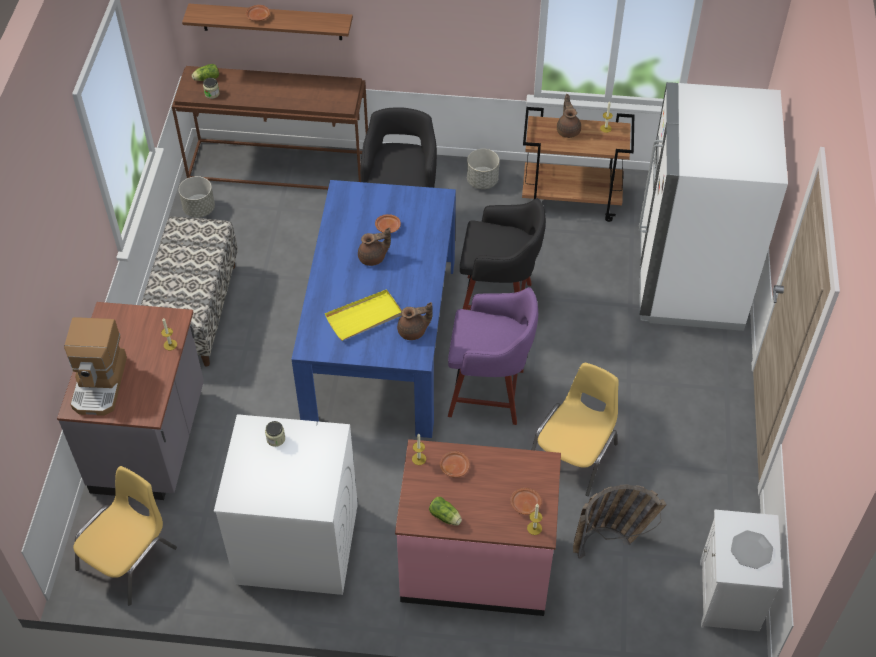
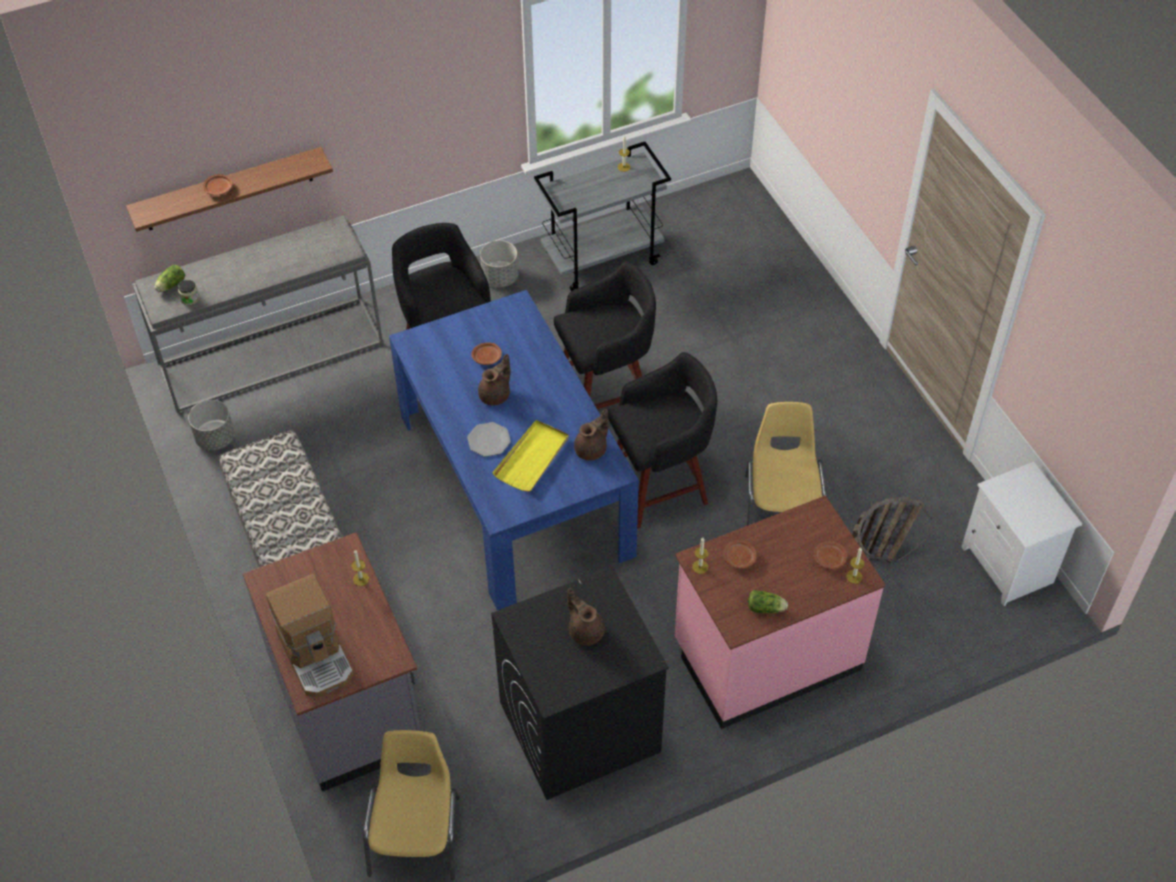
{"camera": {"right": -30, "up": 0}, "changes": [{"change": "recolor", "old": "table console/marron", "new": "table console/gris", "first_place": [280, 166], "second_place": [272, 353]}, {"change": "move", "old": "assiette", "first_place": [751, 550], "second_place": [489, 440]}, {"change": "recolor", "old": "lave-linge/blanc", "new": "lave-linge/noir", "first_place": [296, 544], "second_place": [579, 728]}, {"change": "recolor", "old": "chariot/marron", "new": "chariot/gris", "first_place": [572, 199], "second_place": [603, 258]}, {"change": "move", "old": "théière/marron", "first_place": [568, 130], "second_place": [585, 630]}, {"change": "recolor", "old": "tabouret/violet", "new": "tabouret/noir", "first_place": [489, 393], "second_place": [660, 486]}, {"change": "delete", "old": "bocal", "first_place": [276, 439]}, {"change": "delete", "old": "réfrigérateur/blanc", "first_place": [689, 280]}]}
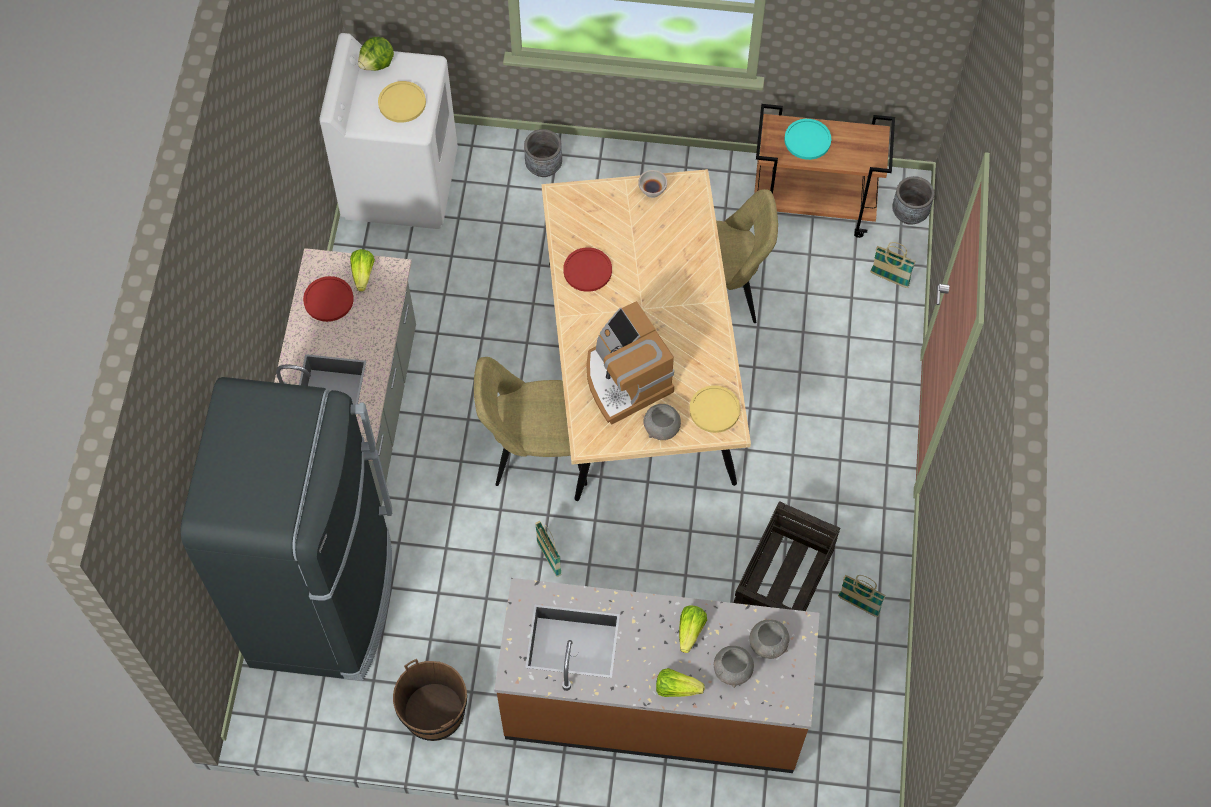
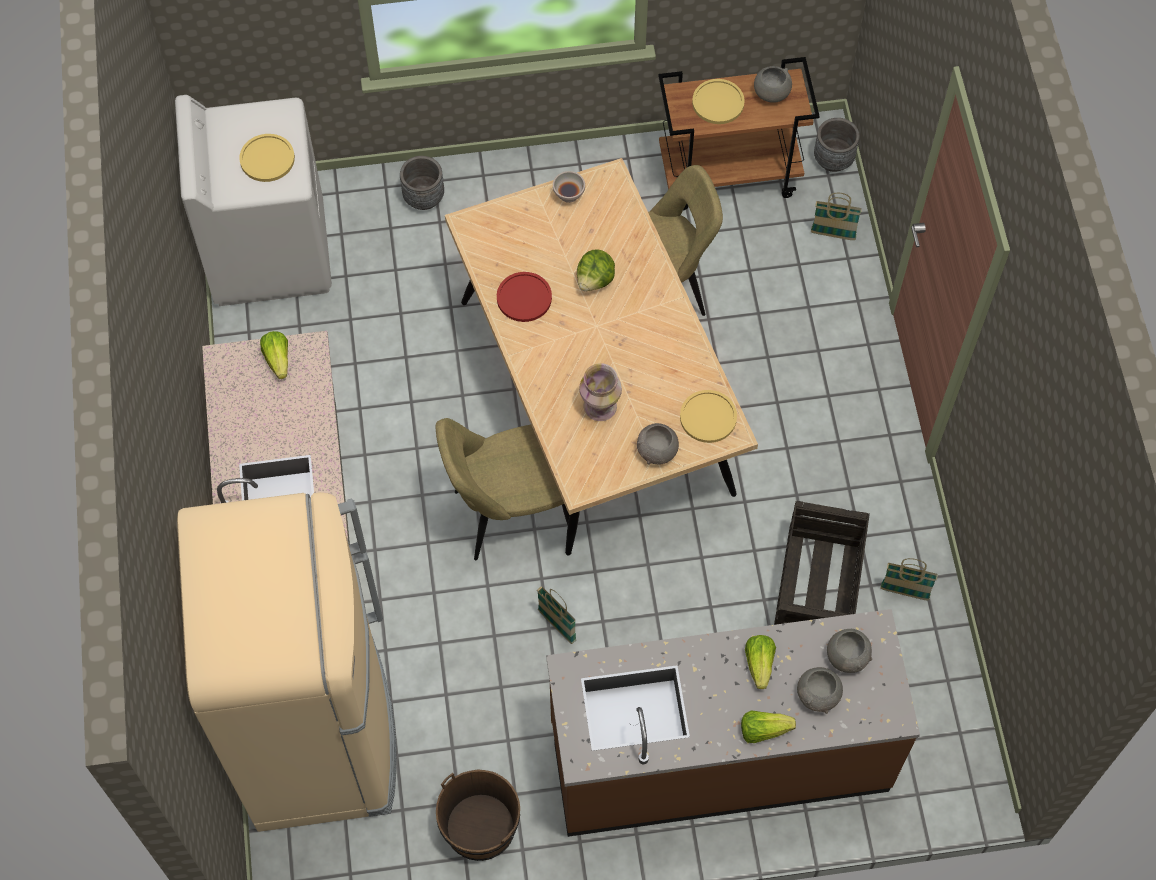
{"camera": {"right": -15, "up": 0}, "changes": [{"change": "recolor", "old": "réfrigérateur/noir", "new": "réfrigérateur/beige", "first_place": [324, 600], "second_place": [320, 735]}, {"change": "move", "old": "laitue", "first_place": [377, 64], "second_place": [595, 280]}, {"change": "replace", "old": "machine à café", "new": "vase", "first_place": [625, 379], "second_place": [601, 407]}, {"change": "recolor", "old": "assiette/turquoise", "new": "assiette/jaune", "first_place": [807, 140], "second_place": [718, 102]}, {"change": "insert", "new": "bol/gris", "second_place": [771, 93]}, {"change": "delete", "old": "assiette/rouge", "first_place": [328, 299]}]}
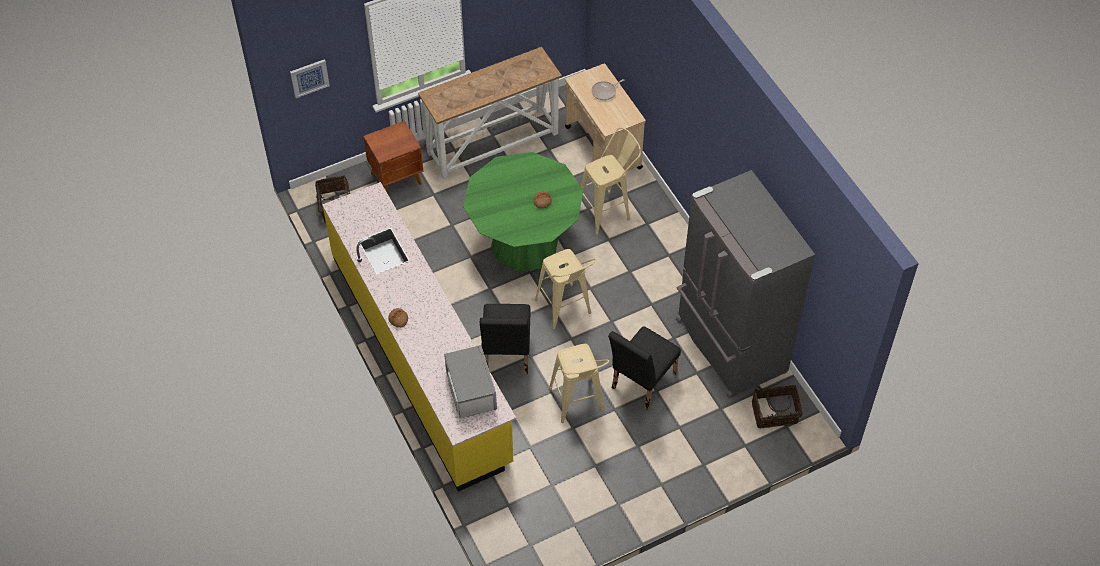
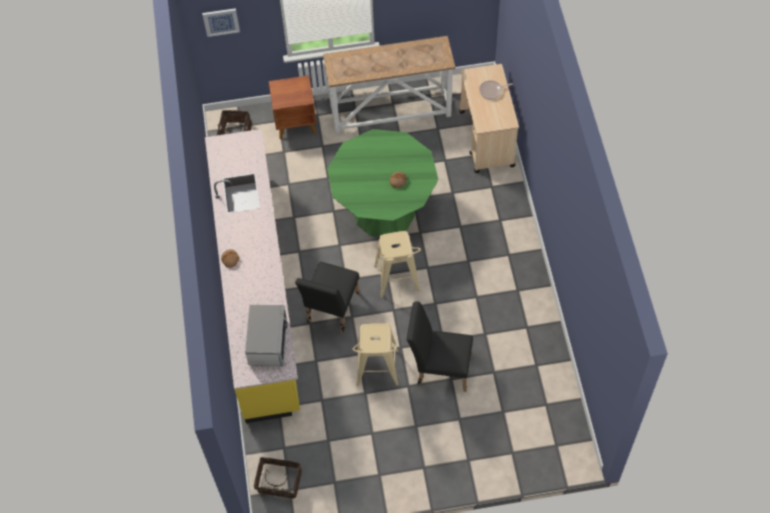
{"camera": {"right": 20, "up": 5}, "changes": [{"change": "move", "old": "panier", "first_place": [775, 414], "second_place": [279, 483]}, {"change": "rotate", "old": "chaise/noir", "first_place": [640, 384], "second_place": [439, 369], "degrees": 45}, {"change": "delete", "old": "tabouret/beige", "first_place": [608, 211]}, {"change": "delete", "old": "réfrigérateur/gris", "first_place": [728, 347]}]}
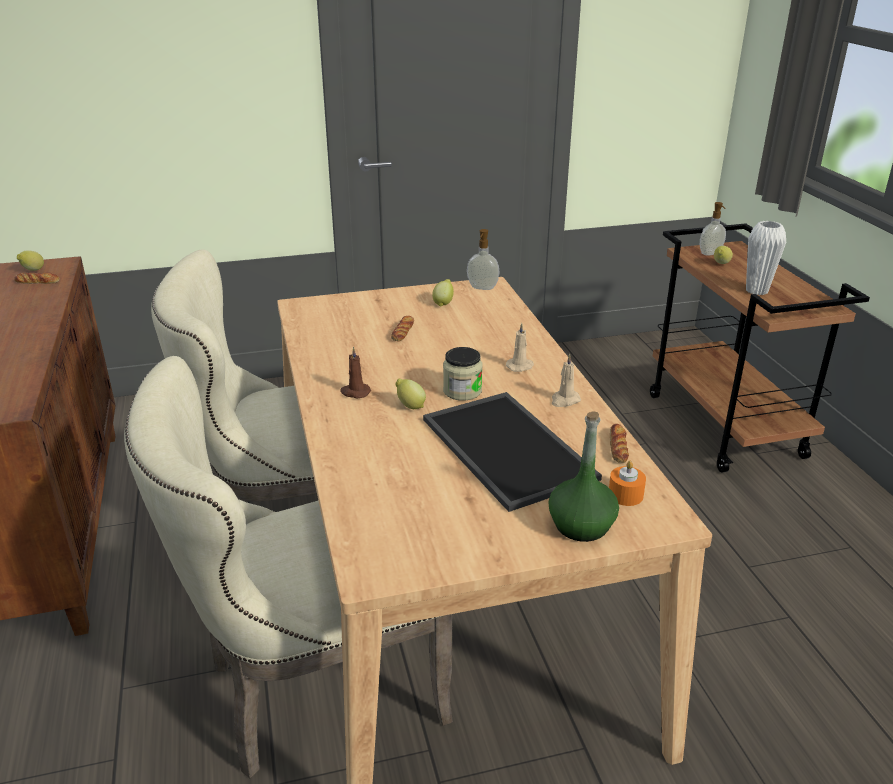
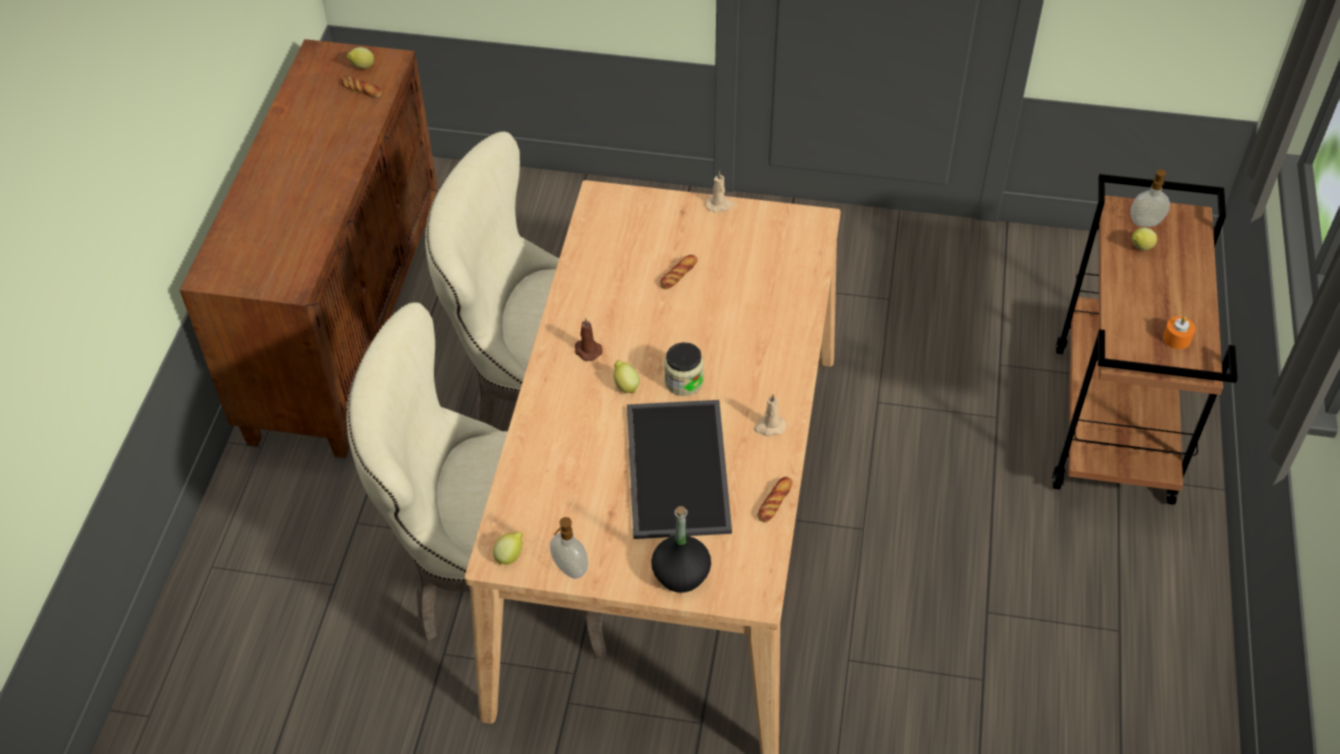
{"camera": {"right": 25, "up": 20}, "changes": [{"change": "move", "old": "citron", "first_place": [443, 303], "second_place": [510, 556]}, {"change": "move", "old": "distributeur de savon", "first_place": [482, 288], "second_place": [569, 569]}, {"change": "recolor", "old": "bouteille/vert", "new": "bouteille/noir", "first_place": [581, 525], "second_place": [680, 574]}, {"change": "move", "old": "bougie/beige", "first_place": [520, 366], "second_place": [719, 205]}, {"change": "move", "old": "bougie/orange", "first_place": [625, 495], "second_place": [1176, 338]}, {"change": "delete", "old": "vase/blanc", "first_place": [756, 291]}]}
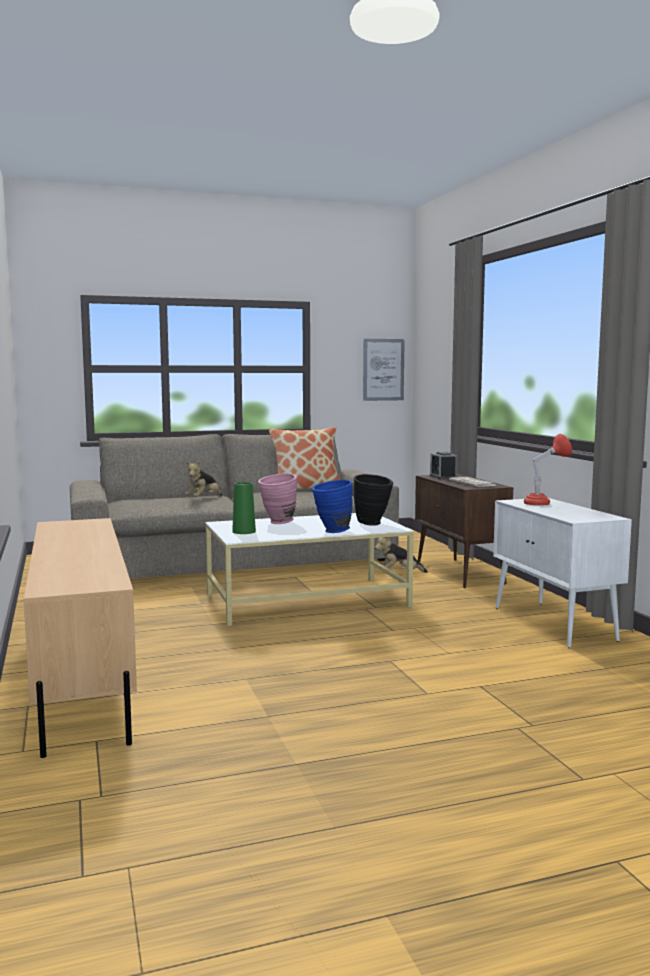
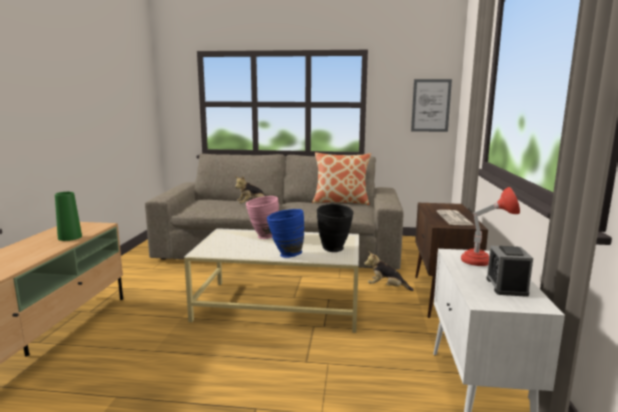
{"camera": {"right": 25, "up": 5}, "changes": [{"change": "move", "old": "vase/vert", "first_place": [244, 531], "second_place": [70, 237]}, {"change": "move", "old": "réveil", "first_place": [442, 477], "second_place": [506, 286]}]}
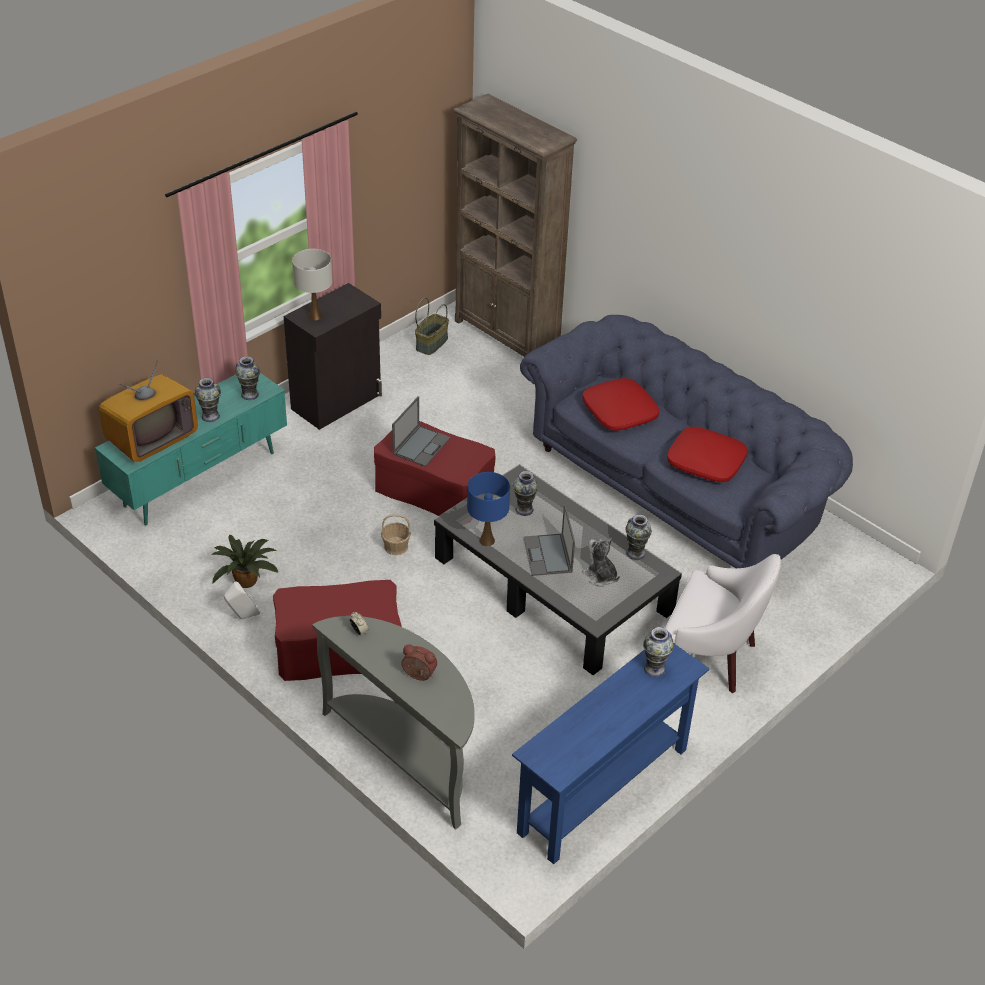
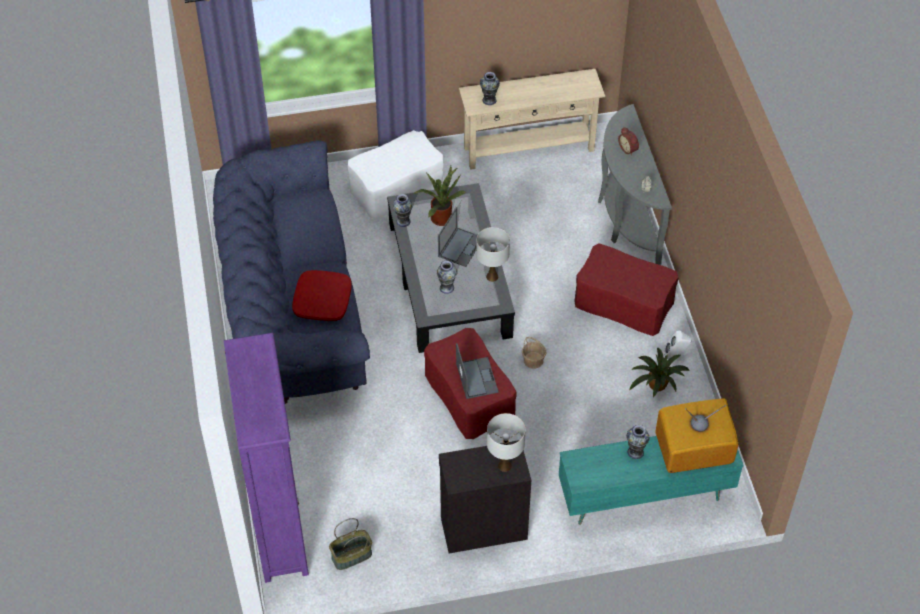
{"camera": {"right": -145, "up": 10}, "changes": [{"change": "recolor", "old": "bibliothèque/marron", "new": "bibliothèque/violet", "first_place": [507, 336], "second_place": [279, 529]}, {"change": "replace", "old": "fauteuil/blanc", "new": "pouf/blanc", "first_place": [710, 656], "second_place": [396, 187]}, {"change": "replace", "old": "peluche", "new": "plante en pot", "first_place": [600, 576], "second_place": [440, 217]}, {"change": "rotate", "old": "ordinateur portable", "first_place": [421, 445], "second_place": [476, 377], "degrees": 105}, {"change": "recolor", "old": "table console/bleu", "new": "table console/beige", "first_place": [604, 791], "second_place": [528, 148]}, {"change": "recolor", "old": "lampe de table/bleu", "new": "lampe de table/blanc", "first_place": [487, 540], "second_place": [492, 276]}, {"change": "delete", "old": "vase", "first_place": [250, 394]}, {"change": "delete", "old": "coussin/rouge", "first_place": [706, 462]}]}
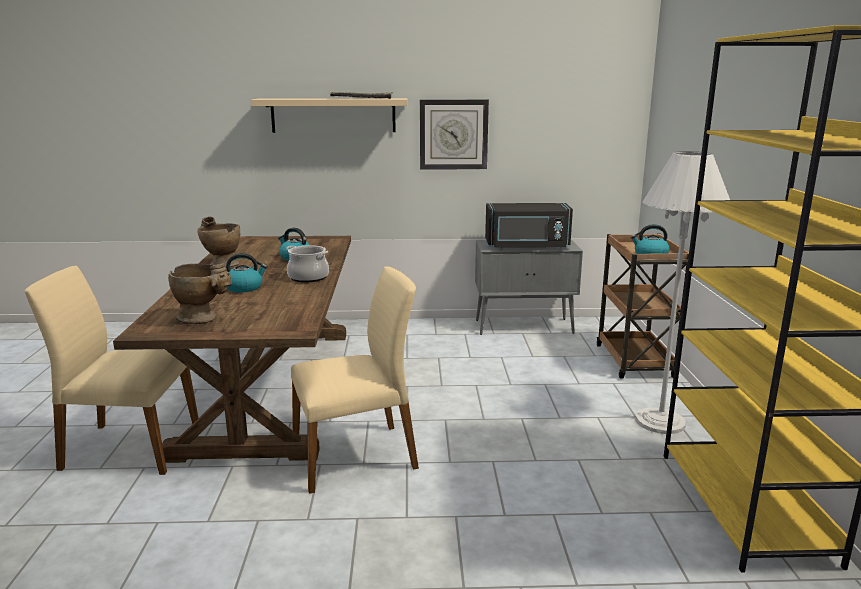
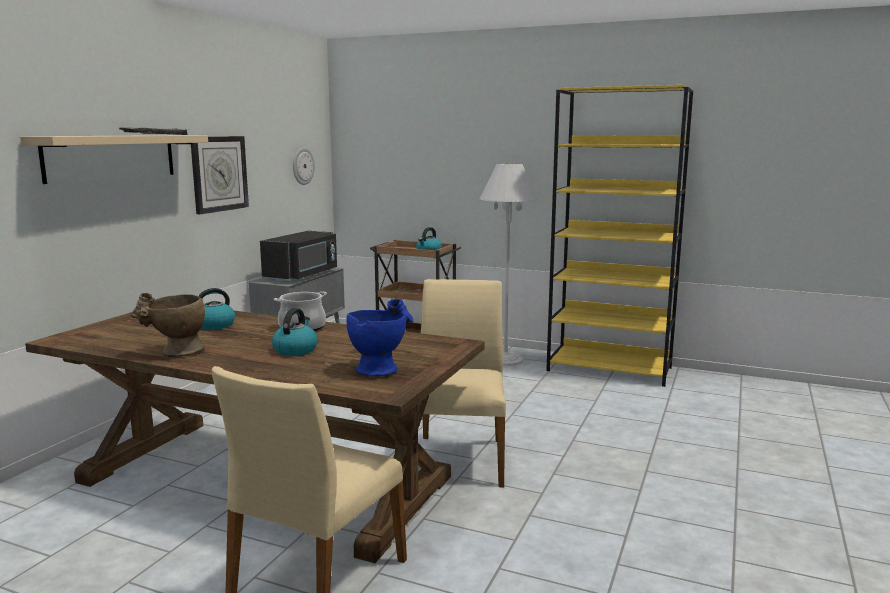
{"camera": {"right": -65, "up": -5}, "changes": [{"change": "insert", "new": "horloge murale", "second_place": [302, 166]}, {"change": "recolor", "old": "vase/beige", "new": "vase/bleu", "first_place": [204, 319], "second_place": [381, 369]}]}
